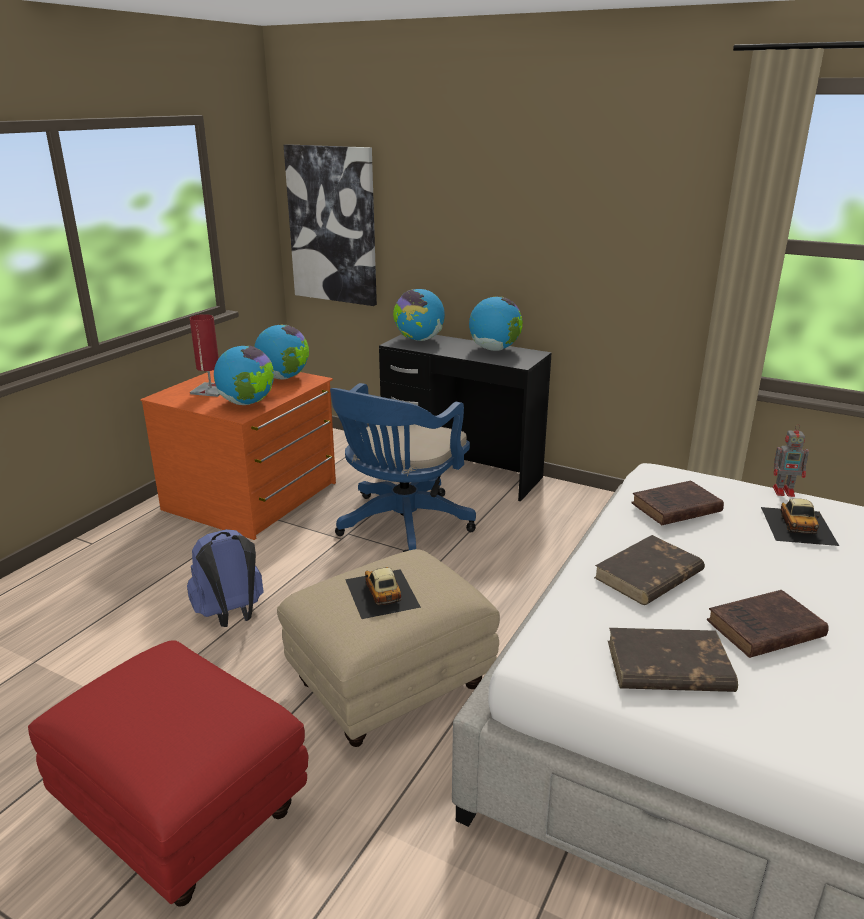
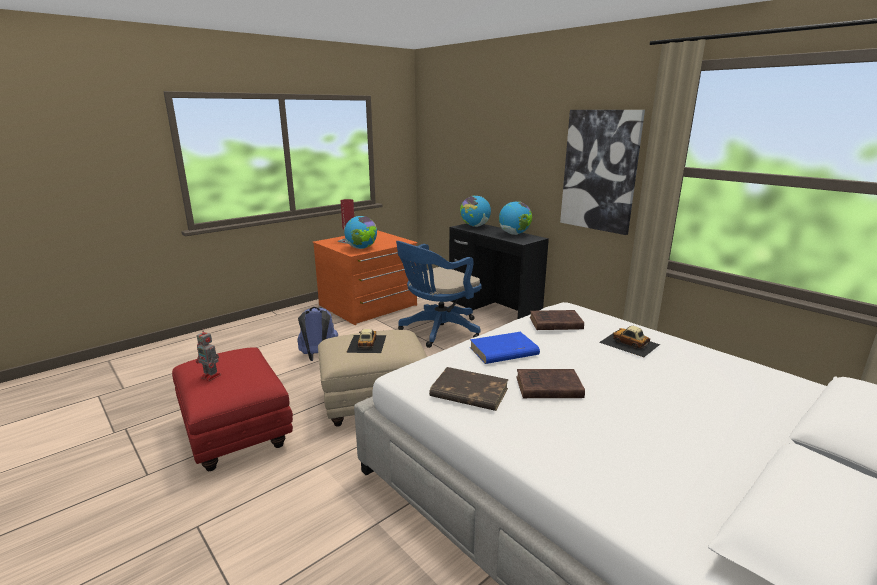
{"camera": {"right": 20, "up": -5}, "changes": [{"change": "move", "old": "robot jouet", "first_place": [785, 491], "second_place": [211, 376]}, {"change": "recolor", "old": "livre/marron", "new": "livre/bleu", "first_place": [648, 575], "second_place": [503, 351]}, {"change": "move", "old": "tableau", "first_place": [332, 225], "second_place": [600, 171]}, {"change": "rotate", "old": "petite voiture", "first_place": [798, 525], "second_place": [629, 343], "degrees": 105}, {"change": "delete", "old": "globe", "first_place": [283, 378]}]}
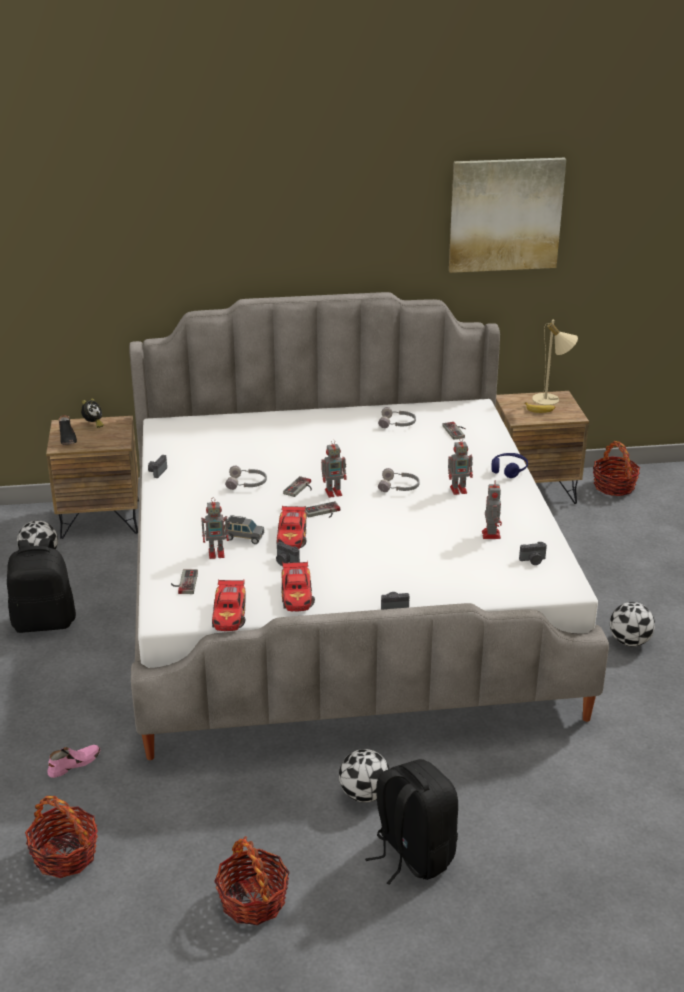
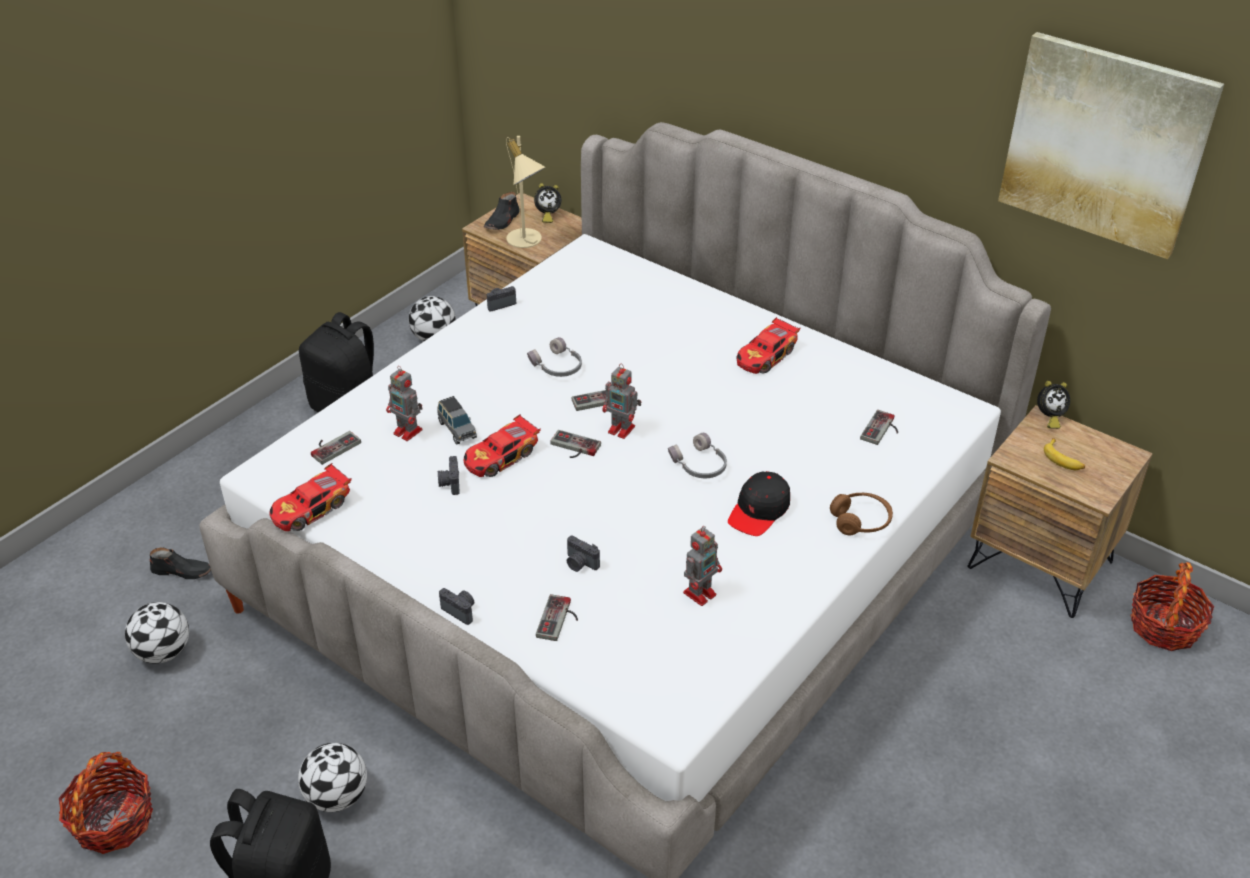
{"camera": {"right": 45, "up": 10}, "changes": [{"change": "move", "old": "ballon de foot", "first_place": [629, 641], "second_place": [164, 652]}, {"change": "recolor", "old": "chaussure/rose", "new": "chaussure/noir", "first_place": [74, 764], "second_place": [182, 571]}, {"change": "move", "old": "lampe de table/beige", "first_place": [551, 400], "second_place": [527, 242]}, {"change": "insert", "new": "manette", "second_place": [560, 620]}, {"change": "move", "old": "appareil photo", "first_place": [533, 560], "second_place": [580, 564]}, {"change": "replace", "old": "robot jouet", "new": "casquette/noir", "first_place": [459, 490], "second_place": [759, 511]}, {"change": "move", "old": "petite voiture", "first_place": [297, 595], "second_place": [766, 356]}, {"change": "recolor", "old": "casque audio/bleu", "new": "casque audio/marron", "first_place": [509, 470], "second_place": [860, 521]}, {"change": "insert", "new": "réveil", "second_place": [1048, 418]}, {"change": "delete", "old": "panier", "first_place": [65, 855]}, {"change": "delete", "old": "casque audio/gris", "first_place": [397, 423]}]}
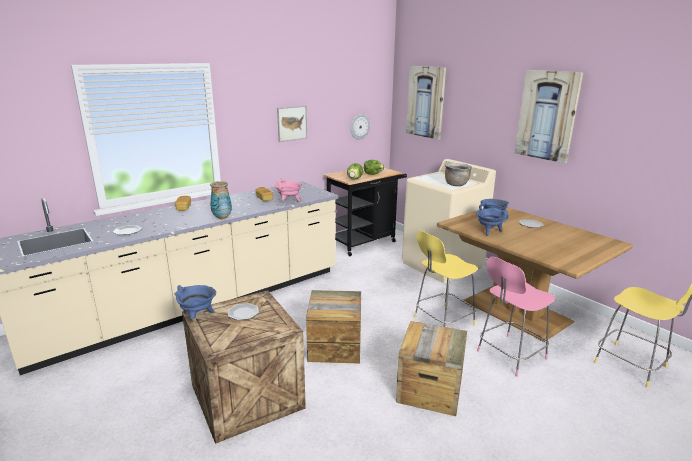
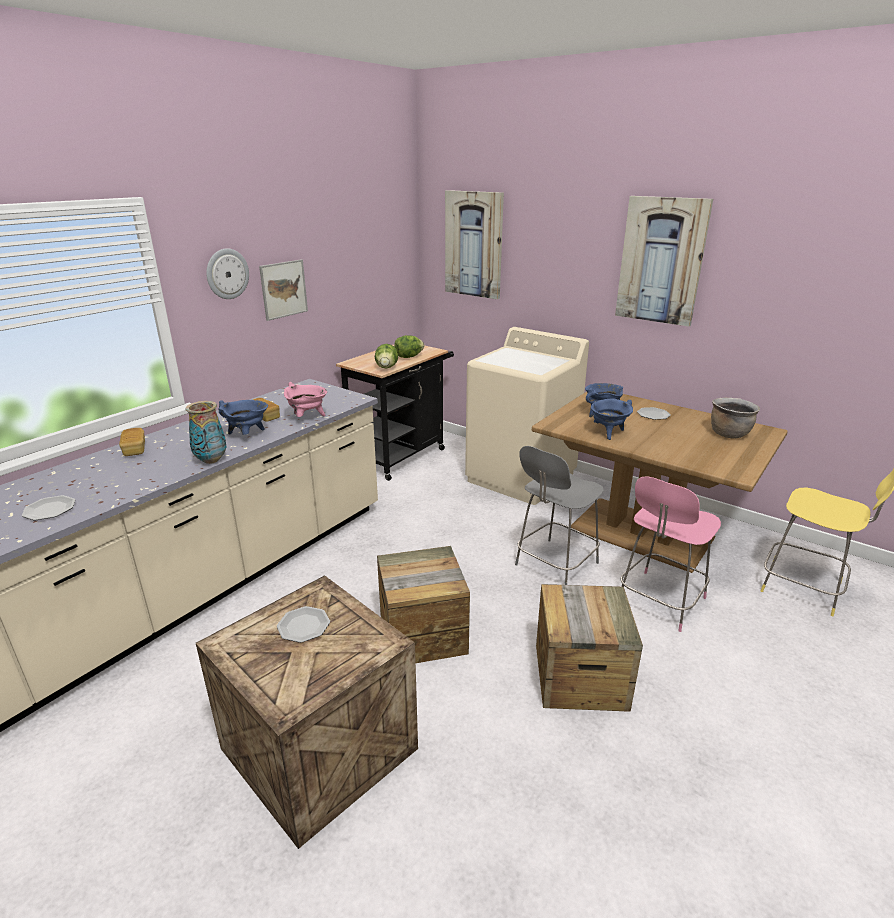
{"camera": {"right": -15, "up": 5}, "changes": [{"change": "move", "old": "horloge murale", "first_place": [359, 126], "second_place": [227, 274]}, {"change": "move", "old": "marmite/bleu", "first_place": [197, 316], "second_place": [247, 435]}, {"change": "recolor", "old": "tabouret/jaune", "new": "tabouret/gris", "first_place": [442, 321], "second_place": [554, 565]}, {"change": "move", "old": "marmite/marron", "first_place": [456, 184], "second_place": [729, 434]}]}
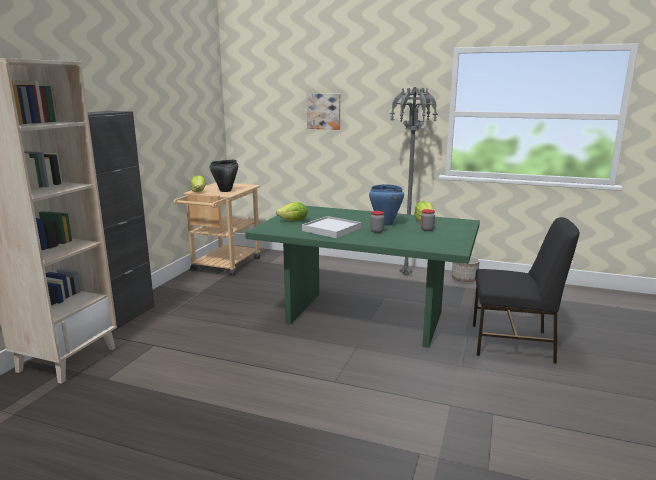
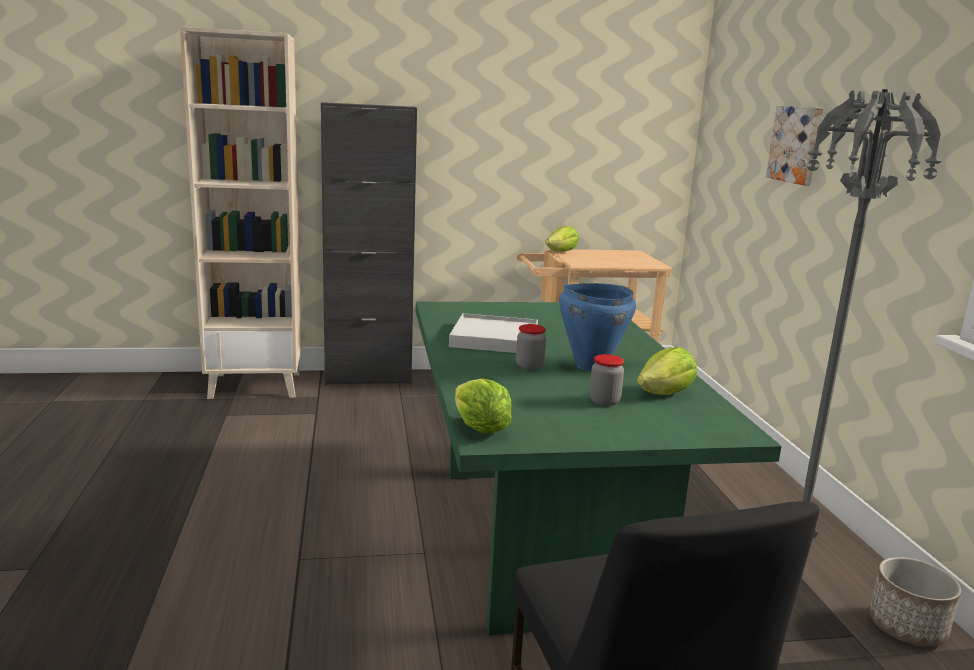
{"camera": {"right": 60, "up": 0}, "changes": [{"change": "move", "old": "laitue", "first_place": [293, 221], "second_place": [480, 429]}, {"change": "delete", "old": "marmite/noir", "first_place": [226, 191]}]}
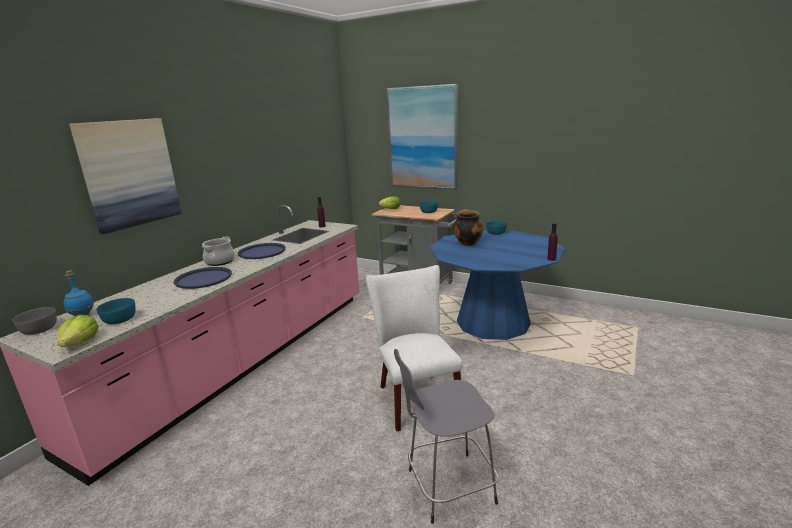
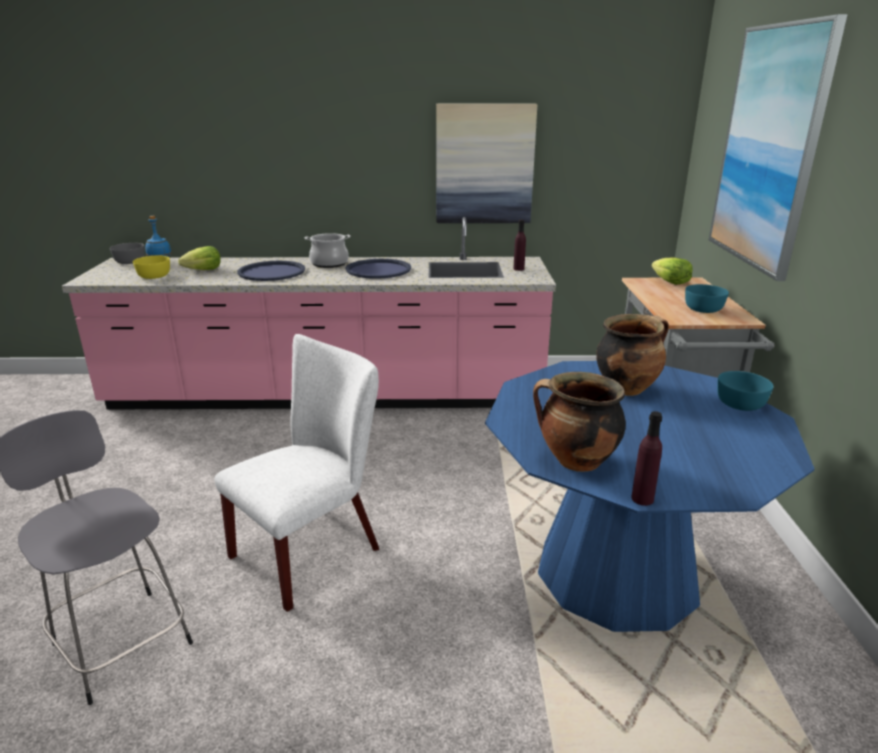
{"camera": {"right": 60, "up": 5}, "changes": [{"change": "recolor", "old": "bol/turquoise", "new": "bol/jaune", "first_place": [120, 319], "second_place": [155, 276]}, {"change": "move", "old": "laitue", "first_place": [80, 342], "second_place": [203, 270]}, {"change": "move", "old": "tableau", "first_place": [129, 173], "second_place": [484, 164]}, {"change": "insert", "new": "marmite", "second_place": [575, 462]}]}
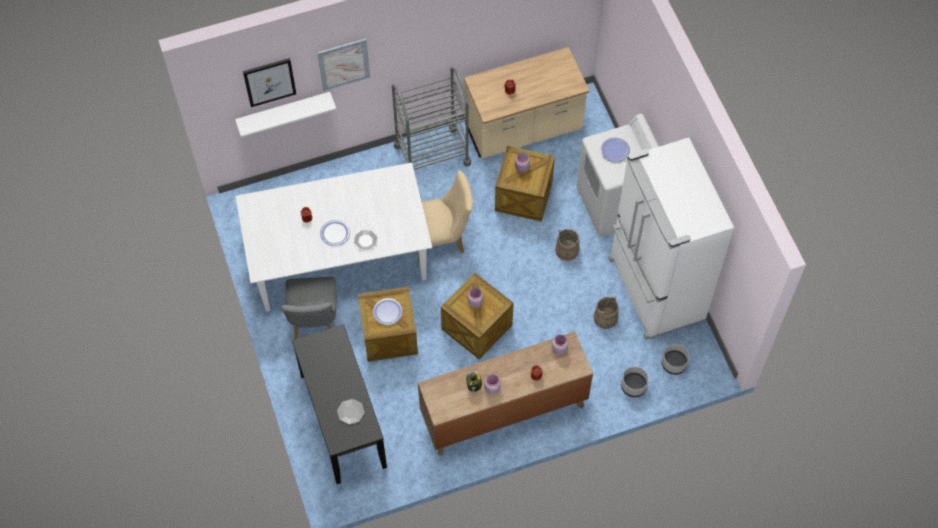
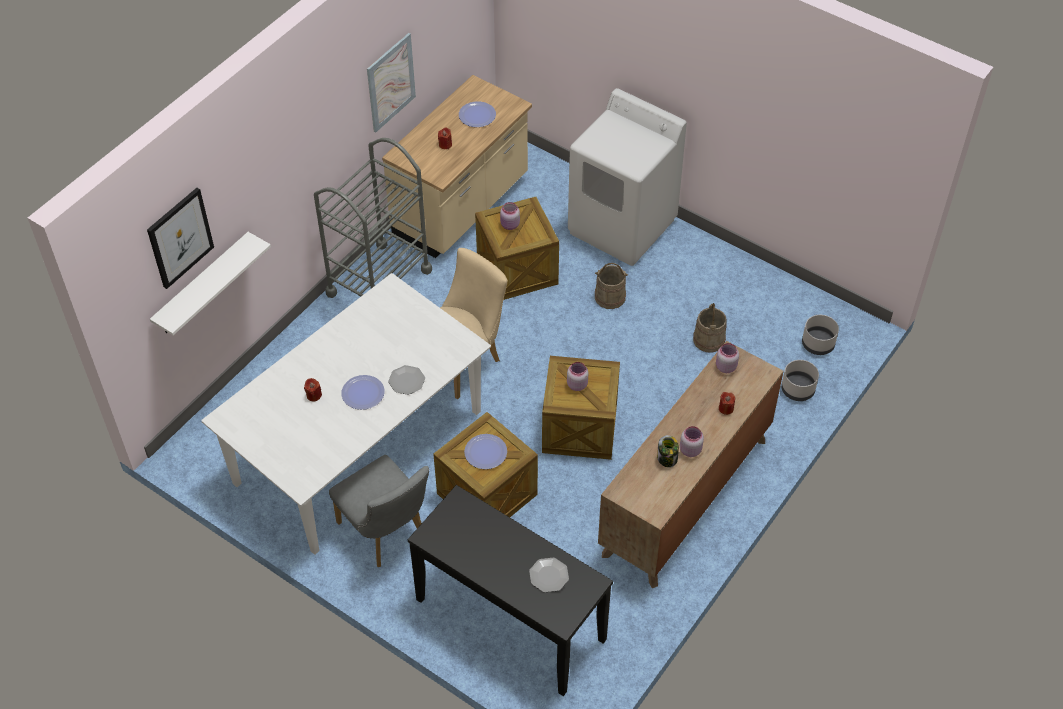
{"camera": {"right": -35, "up": -10}, "changes": [{"change": "move", "old": "tableau", "first_place": [344, 64], "second_place": [391, 82]}, {"change": "move", "old": "assiette", "first_place": [615, 150], "second_place": [477, 115]}, {"change": "delete", "old": "réfrigérateur/blanc", "first_place": [654, 290]}]}
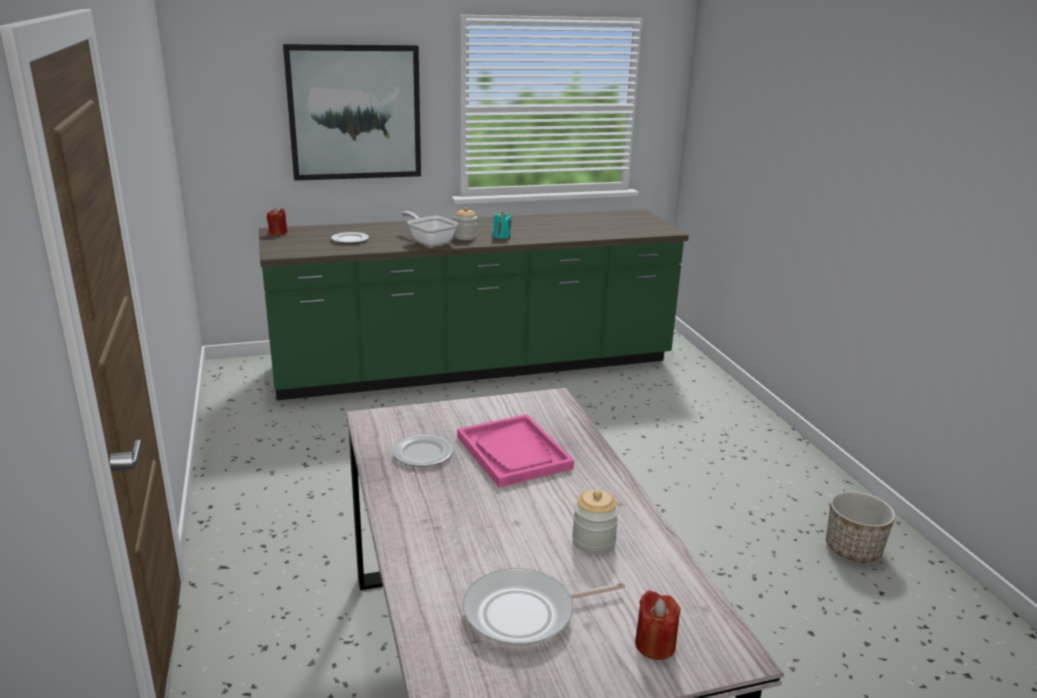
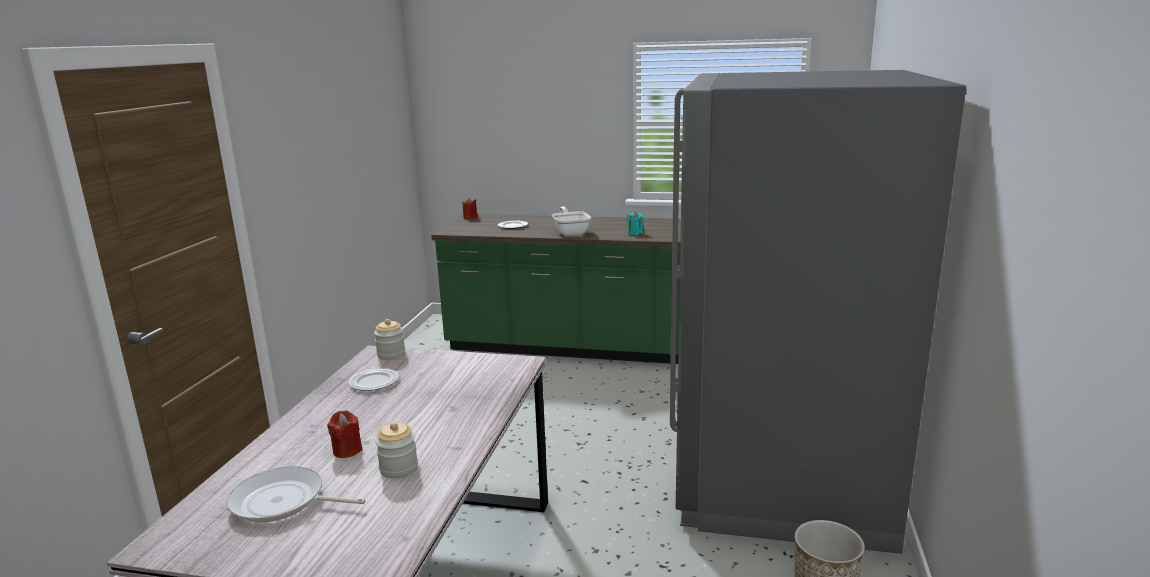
{"camera": {"right": 30, "up": -5}, "changes": [{"change": "move", "old": "bougie/rouge", "first_place": [655, 645], "second_place": [347, 450]}, {"change": "move", "old": "bocal", "first_place": [465, 237], "second_place": [391, 354]}, {"change": "insert", "new": "réfrigérateur/gris", "second_place": [780, 473]}, {"change": "delete", "old": "tableau", "first_place": [355, 112]}, {"change": "delete", "old": "plateau/rose", "first_place": [514, 453]}]}
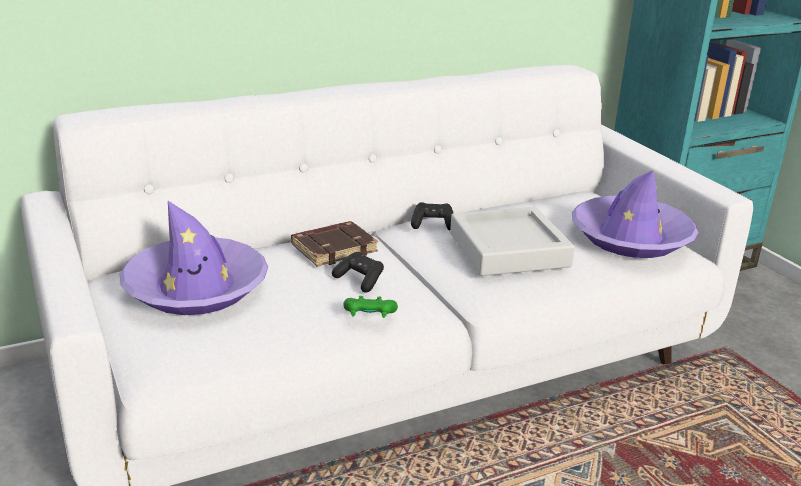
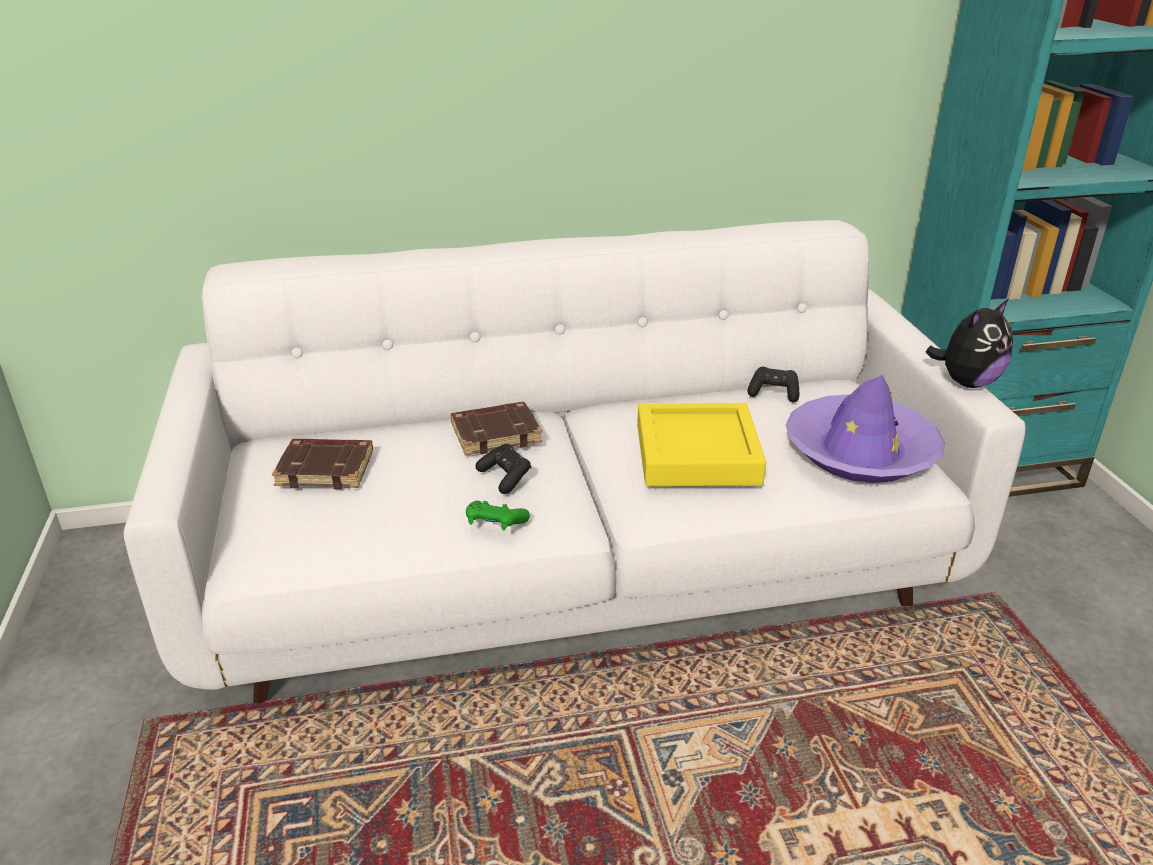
{"camera": {"right": 15, "up": 5}, "changes": [{"change": "replace", "old": "chapeau/violet", "new": "livre/marron", "first_place": [196, 288], "second_place": [327, 469]}, {"change": "recolor", "old": "plateau/gris", "new": "plateau/jaune", "first_place": [508, 250], "second_place": [697, 455]}, {"change": "move", "old": "manette/noir", "first_place": [433, 225], "second_place": [773, 393]}, {"change": "insert", "new": "peluche", "second_place": [966, 382]}]}
